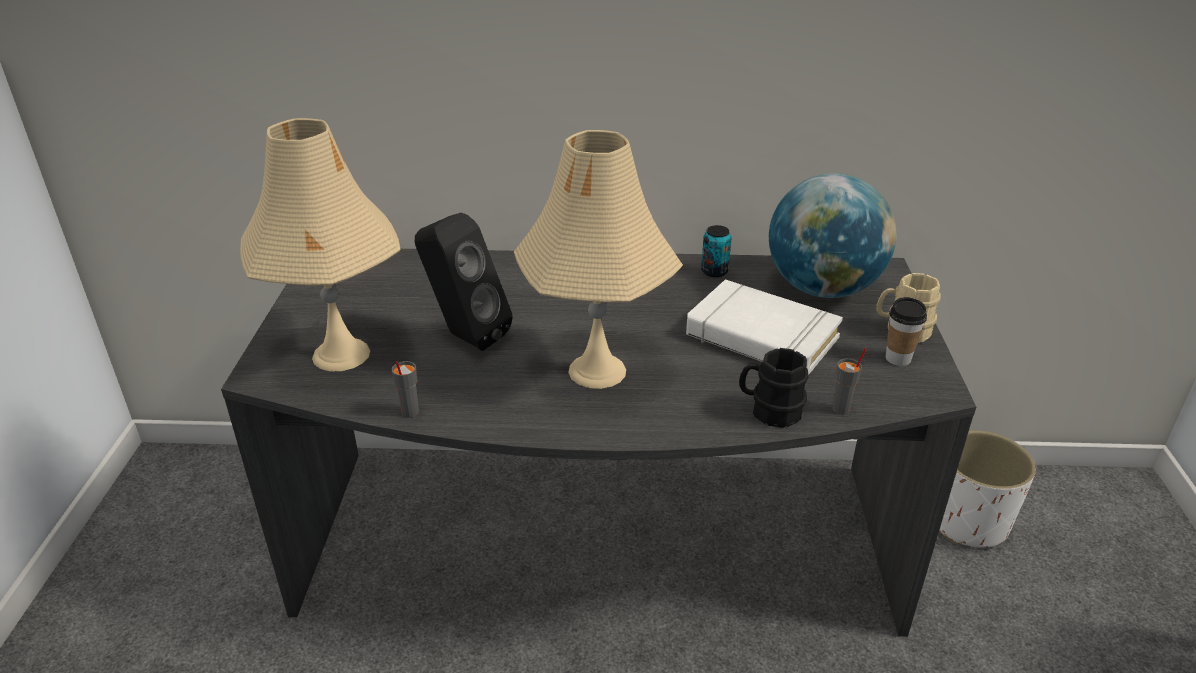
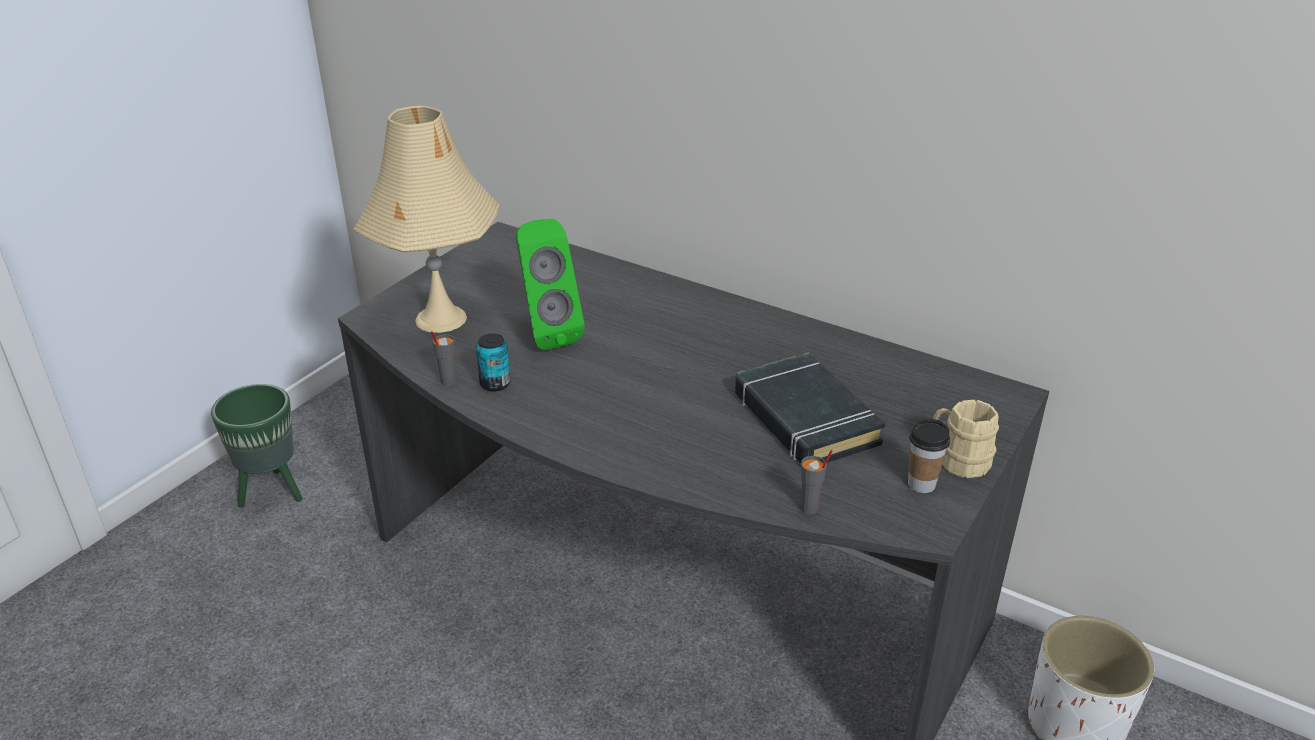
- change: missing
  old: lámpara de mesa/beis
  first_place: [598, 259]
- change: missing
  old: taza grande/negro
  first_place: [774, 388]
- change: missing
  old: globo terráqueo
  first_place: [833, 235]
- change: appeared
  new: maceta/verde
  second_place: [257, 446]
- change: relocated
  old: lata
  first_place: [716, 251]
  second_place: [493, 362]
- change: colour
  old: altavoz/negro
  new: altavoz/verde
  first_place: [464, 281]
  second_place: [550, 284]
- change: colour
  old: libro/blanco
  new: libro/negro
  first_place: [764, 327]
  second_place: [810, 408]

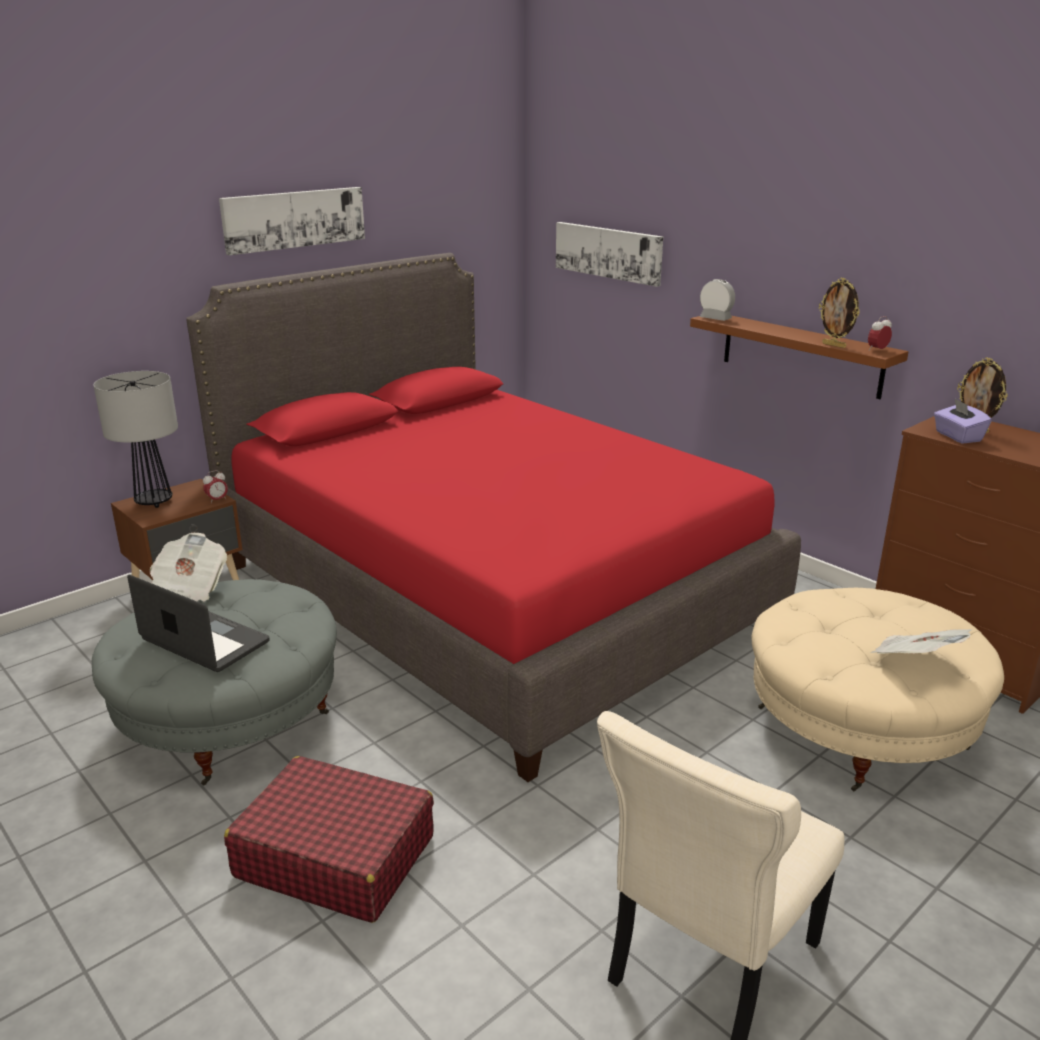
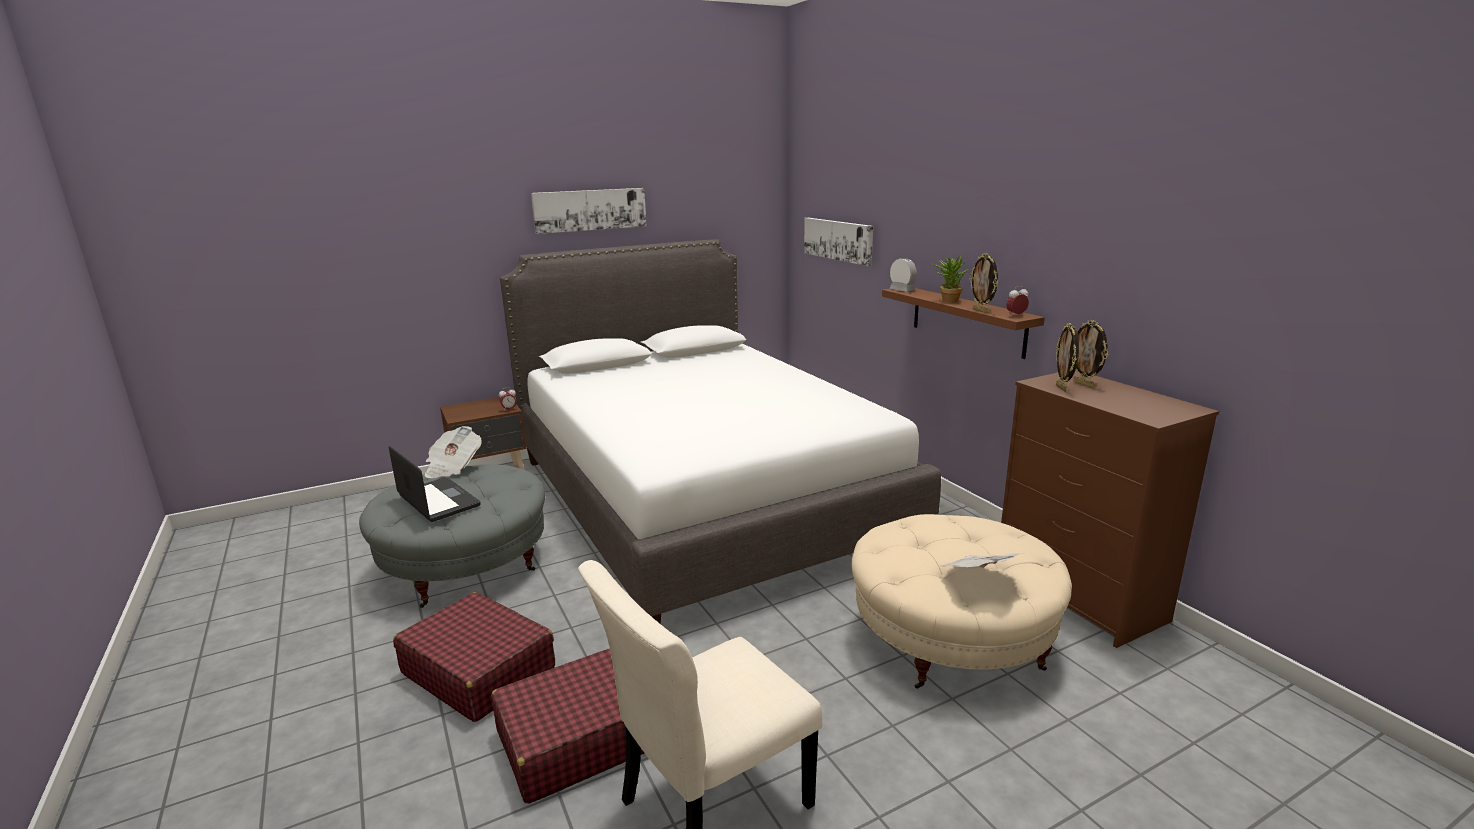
- change: missing
  old: lámpara de mesa
  first_place: [135, 439]
- change: appeared
  new: maleta/rojo
  second_place: [568, 726]
- change: appeared
  new: planta en maceta
  second_place: [950, 279]
- change: exchanged
  old: caja de pañuelos/morado
  new: portarretratos
  first_place: [963, 421]
  second_place: [1067, 357]
- change: colour
  old: cama/rojo
  new: cama/blanco
  first_place: [493, 517]
  second_place: [720, 431]

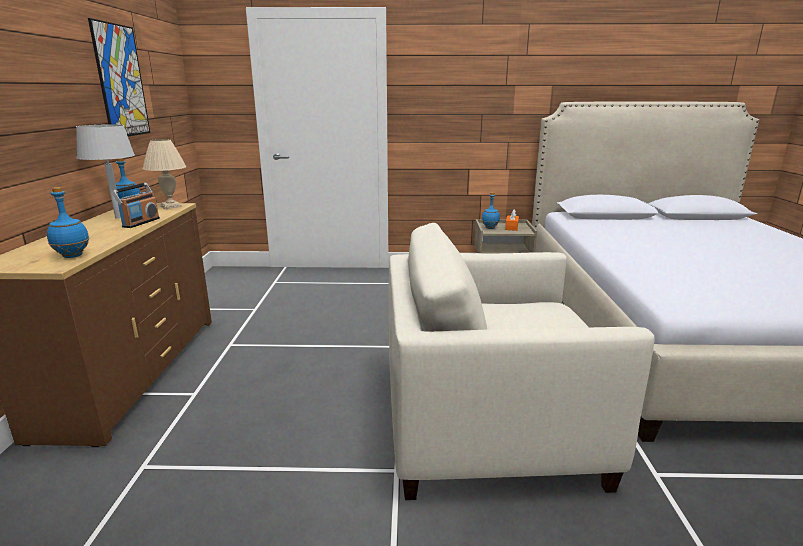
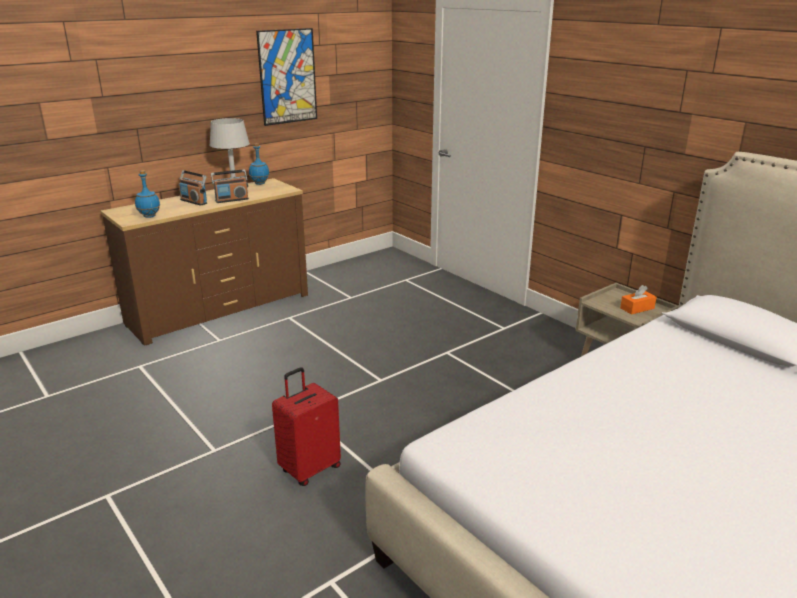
- change: missing
  old: lámpara de mesa/beis
  first_place: [165, 174]
- change: missing
  old: botella/azul
  first_place: [491, 210]
- change: appeared
  new: radio
  second_place: [193, 188]
- change: exchanged
  old: sillón/beis
  new: maleta/rojo
  first_place: [522, 361]
  second_place: [306, 426]

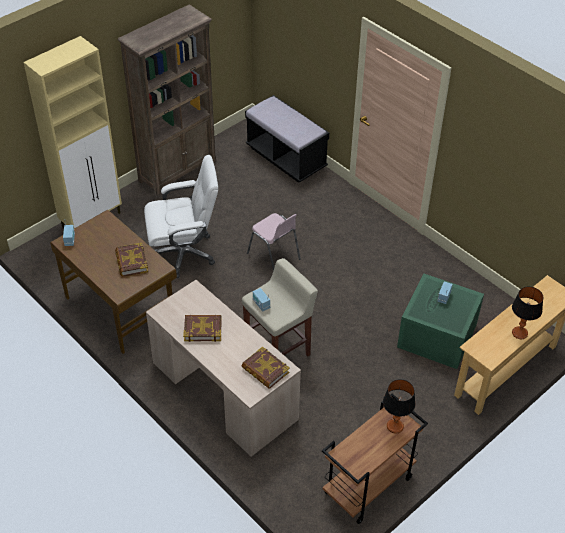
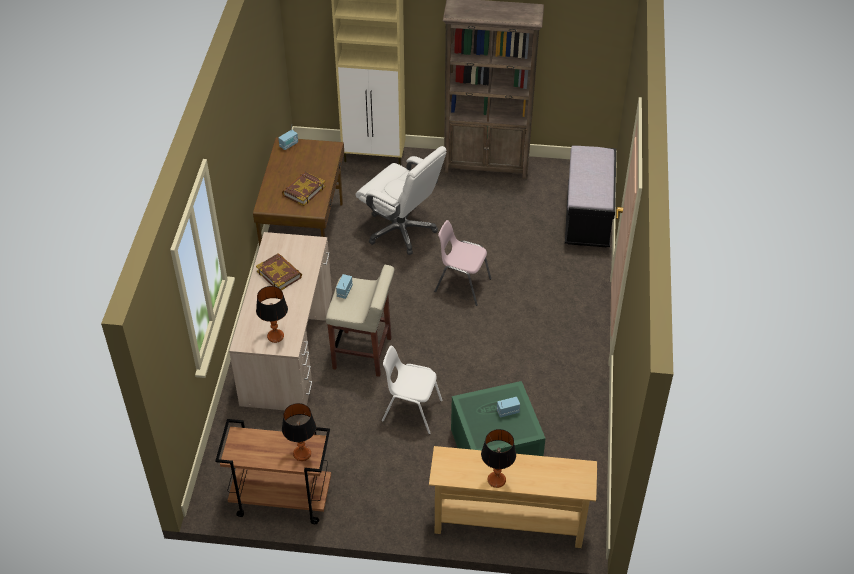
- change: appeared
  new: silla/blanco
  second_place: [412, 390]
- change: exchanged
  old: libro
  new: lámpara de mesa
  first_place: [266, 367]
  second_place: [272, 314]
- change: spun
  old: silla/rosa
  first_place: [274, 242]
  second_place: [462, 263]
  degrees: 105

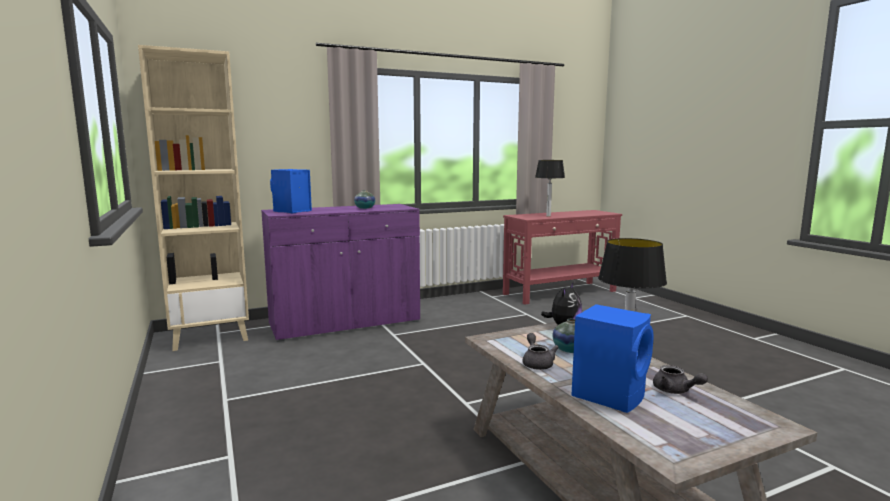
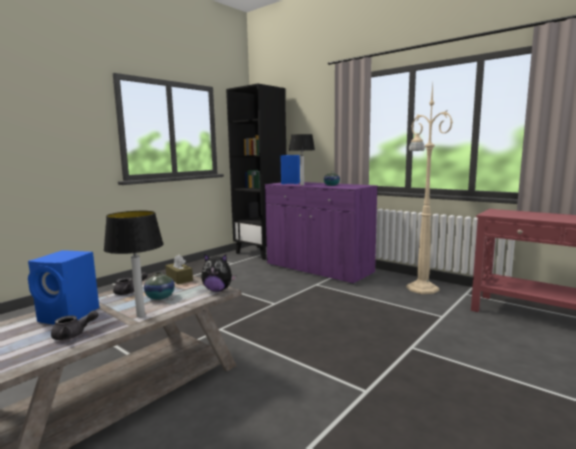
- change: appeared
  new: caja de pañuelos/marrón
  second_place: [179, 269]
- change: appeared
  new: lámpara de pie/beis
  second_place: [429, 189]
- change: relocated
  old: lámpara de mesa
  first_place: [550, 188]
  second_place: [302, 160]
- change: colour
  old: estantería/beis
  new: estantería/negro
  first_place: [193, 198]
  second_place: [256, 172]
- change: spun
  old: tetera/gris
  first_place: [680, 379]
  second_place: [74, 325]
  degrees: -135

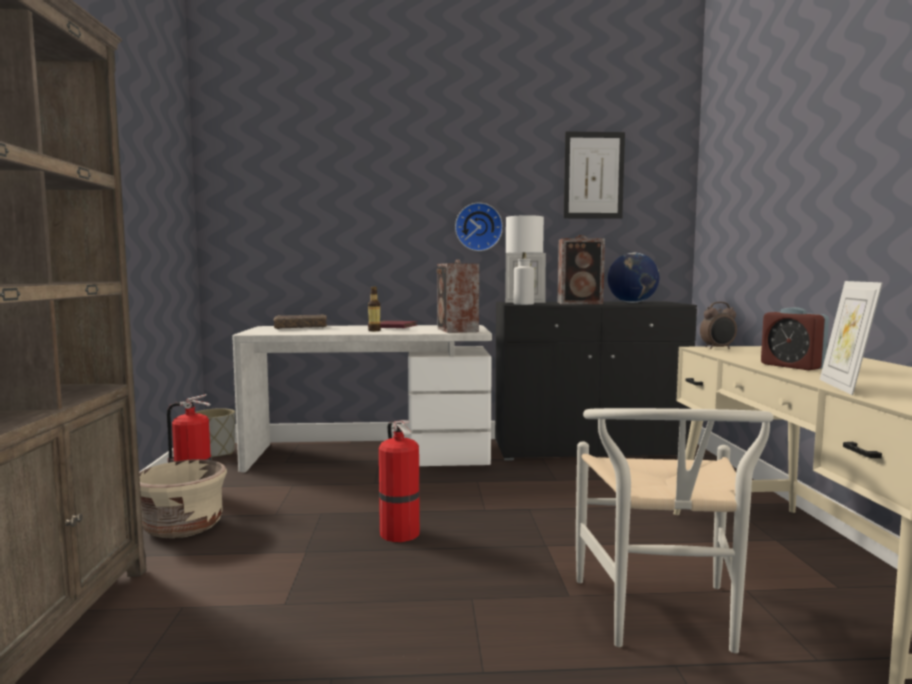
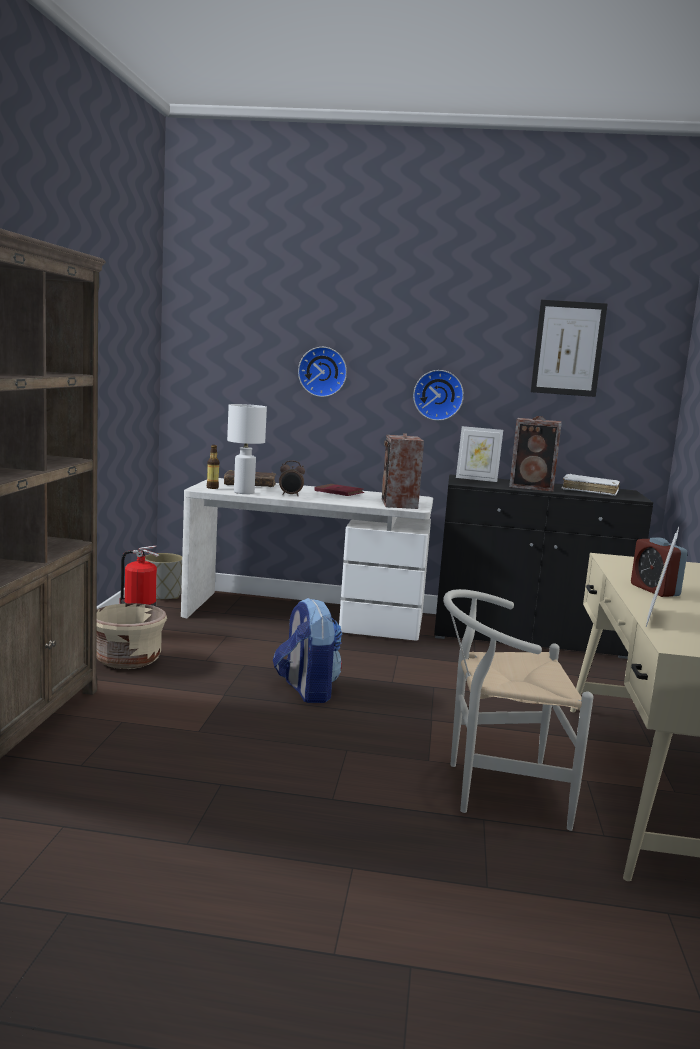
- change: appeared
  new: reloj de pared
  second_place: [322, 372]
- change: relocated
  old: botella
  first_place: [374, 308]
  second_place: [213, 467]
- change: relocated
  old: lámpara de mesa/blanco
  first_place: [525, 260]
  second_place: [247, 449]
- change: relocated
  old: despertador
  first_place: [718, 325]
  second_place: [292, 478]
- change: exchanged
  old: extintor
  new: mochila
  first_place: [399, 481]
  second_place: [307, 650]
- change: exchanged
  old: globo terráqueo
  new: libro/blanco
  first_place: [633, 278]
  second_place: [591, 485]
- change: spun
  old: silla/blanco
  first_place: [675, 530]
  second_place: [518, 710]
  degrees: 75

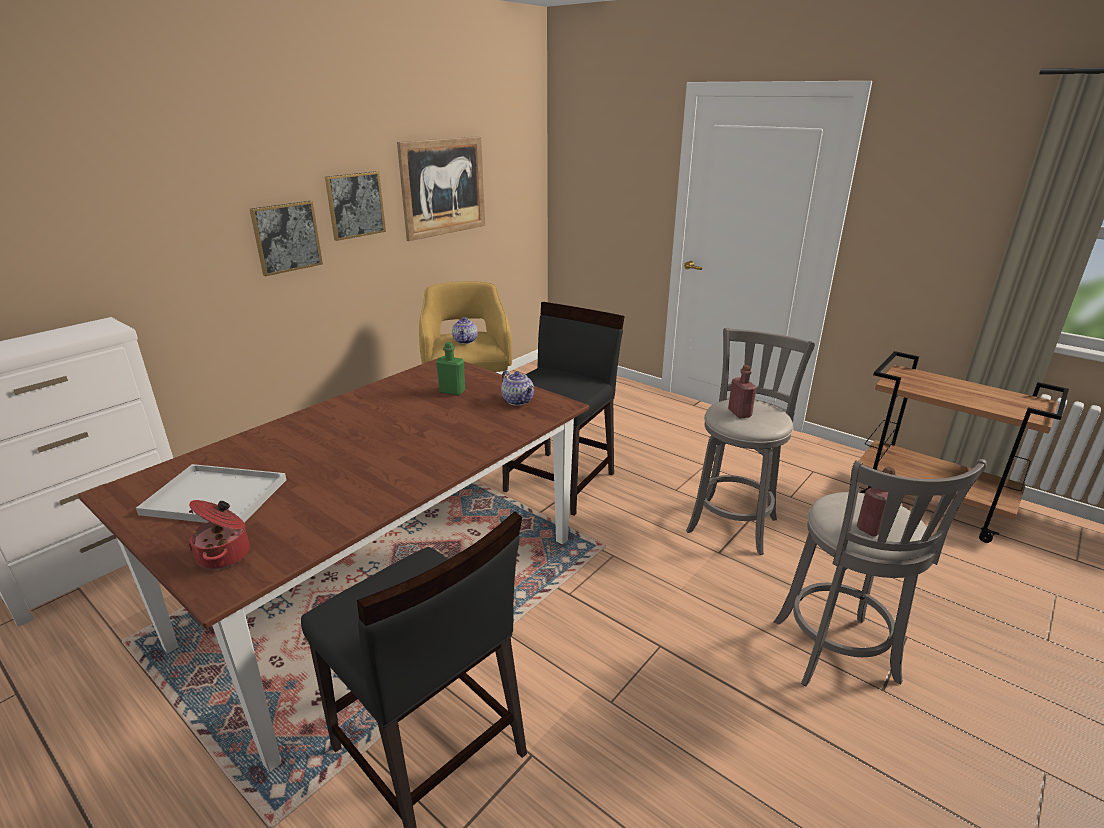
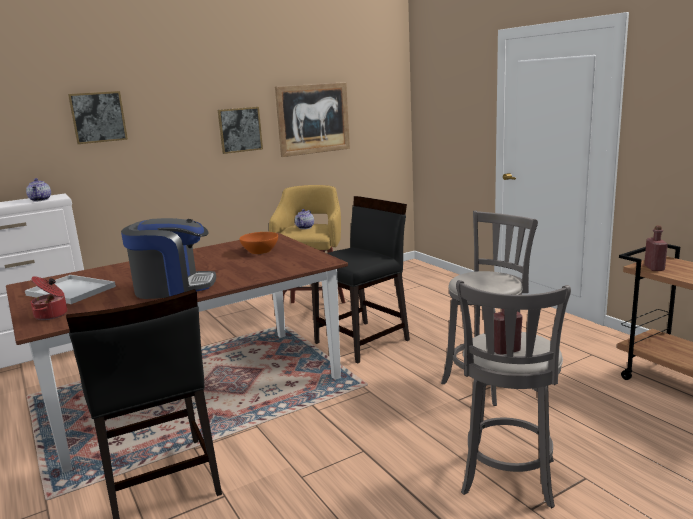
- change: appeared
  new: cafetera
  second_place: [168, 258]
- change: relocated
  old: cuadro
  first_place: [286, 238]
  second_place: [98, 117]
- change: relocated
  old: tetera
  first_place: [517, 388]
  second_place: [38, 190]
- change: relocated
  old: botella/rojo
  first_place: [742, 392]
  second_place: [656, 248]
- change: exchanged
  old: botella/verde
  new: cuenco/naranja
  first_place: [450, 368]
  second_place: [258, 243]

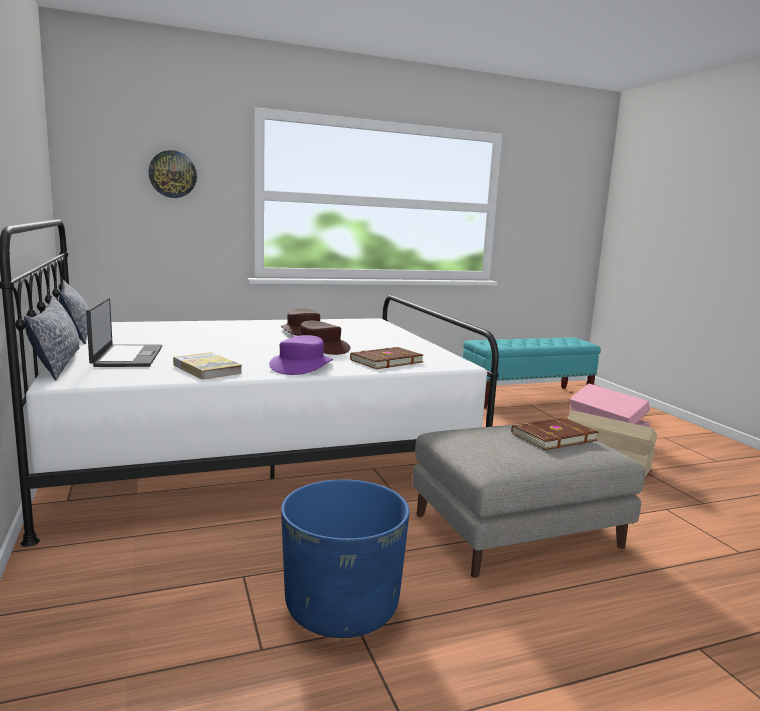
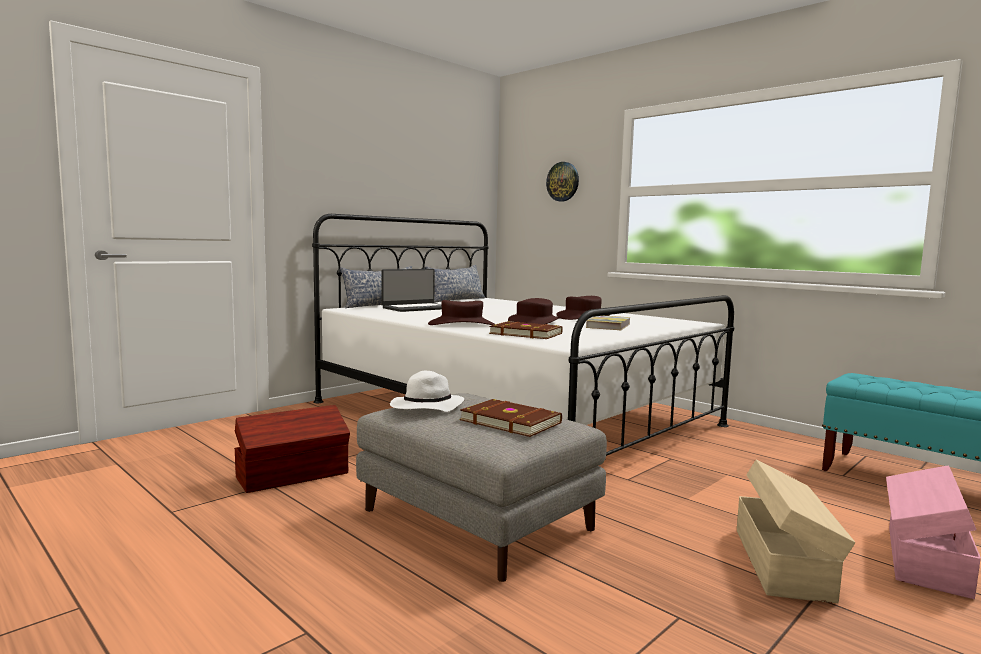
- change: appeared
  new: sombrero/blanco
  second_place: [427, 391]
- change: relocated
  old: libro
  first_place: [207, 366]
  second_place: [608, 323]
- change: exchanged
  old: maceta/azul
  new: caja de almacenaje/marrón
  first_place: [345, 558]
  second_place: [292, 449]
- change: colour
  old: sombrero/morado
  new: sombrero/marrón
  first_place: [301, 355]
  second_place: [461, 312]

